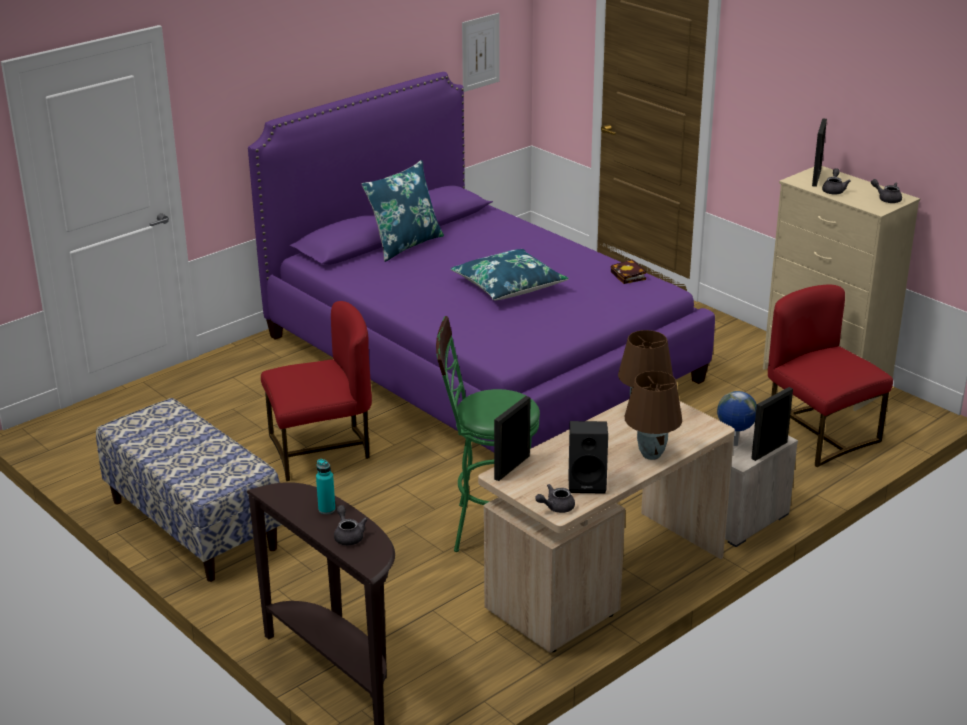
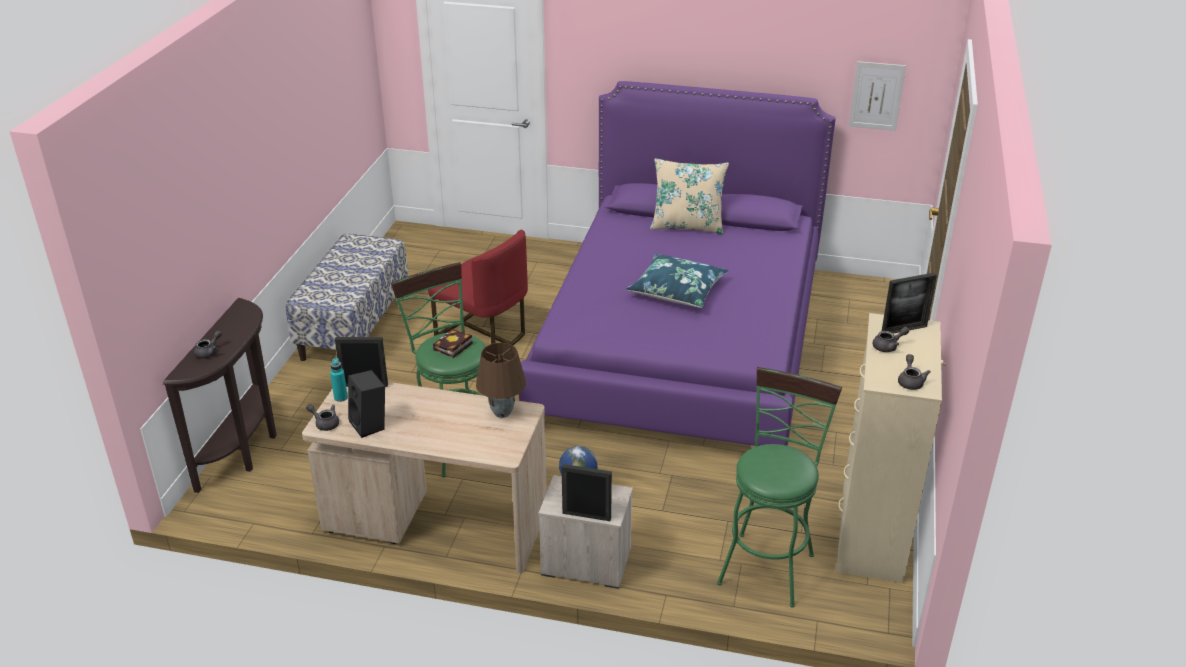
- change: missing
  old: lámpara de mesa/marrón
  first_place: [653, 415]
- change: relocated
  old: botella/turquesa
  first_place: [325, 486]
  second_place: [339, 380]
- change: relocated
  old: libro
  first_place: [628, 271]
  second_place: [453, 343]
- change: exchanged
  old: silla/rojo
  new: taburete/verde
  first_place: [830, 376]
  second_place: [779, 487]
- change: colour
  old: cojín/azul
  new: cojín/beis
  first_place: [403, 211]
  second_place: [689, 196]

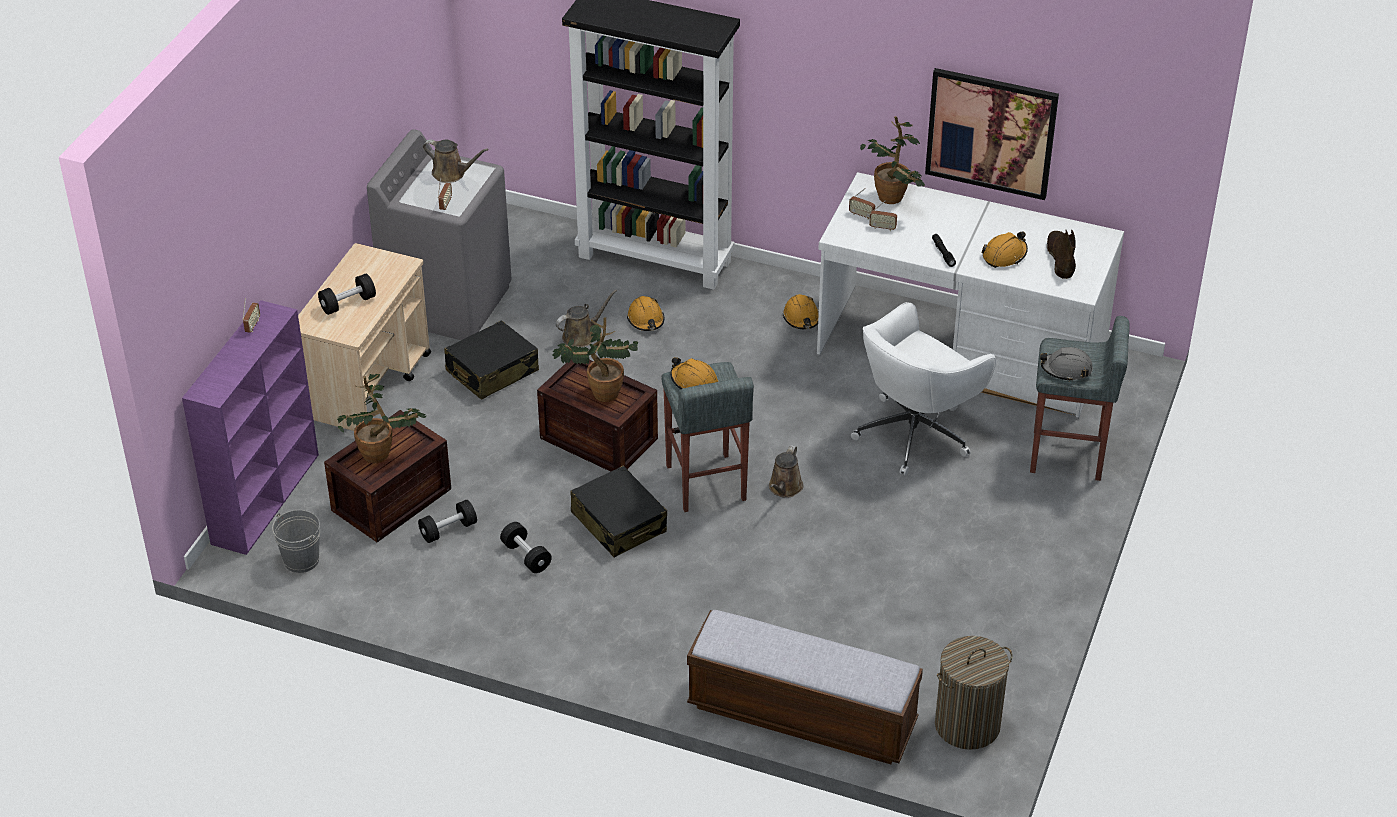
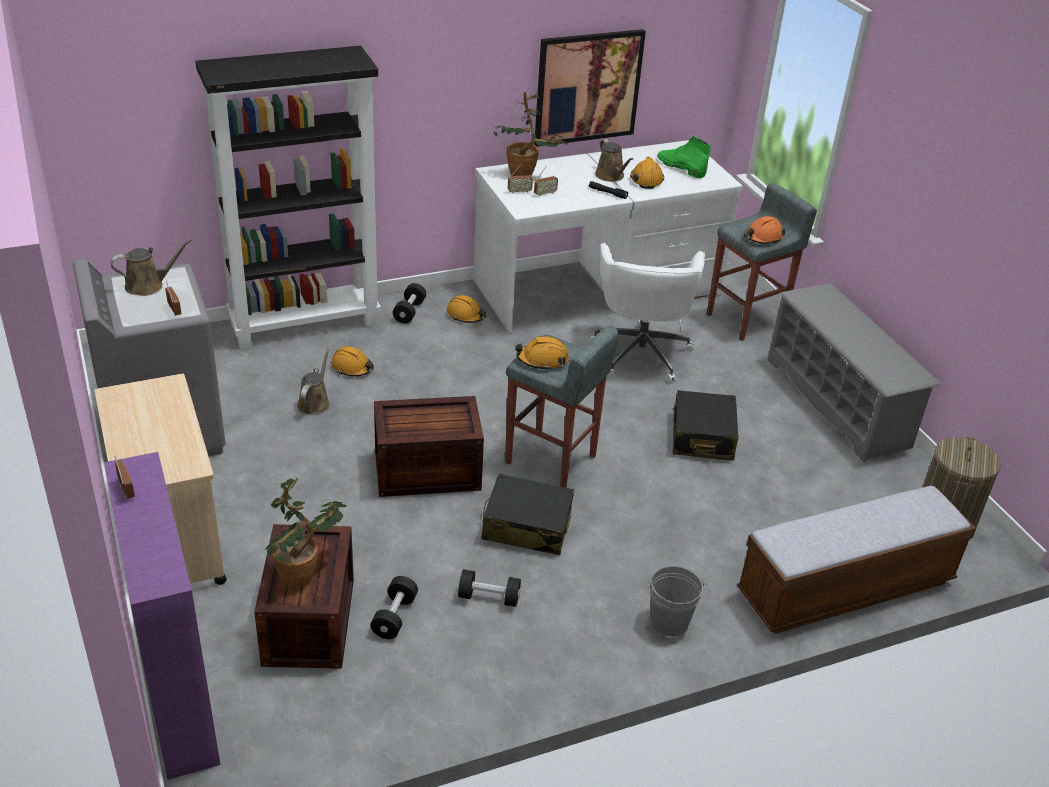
- change: missing
  old: planta en maceta
  first_place: [595, 359]
- change: appeared
  new: zapatero/gris
  second_place: [854, 372]
- change: relocated
  old: cubo/gris
  first_place: [296, 541]
  second_place: [677, 601]
- change: relocated
  old: mancuerna/negro
  first_place: [347, 294]
  second_place: [409, 303]
- change: relocated
  old: maleta/negro
  first_place: [491, 360]
  second_place: [705, 425]
- change: relocated
  old: regadera/marrón
  first_place: [786, 471]
  second_place: [614, 160]
- change: colour
  old: casco/gris
  new: casco/naranja
  first_place: [1066, 364]
  second_place: [764, 230]
- change: colour
  old: bota/marrón
  new: bota/verde
  first_place: [1061, 254]
  second_place: [684, 157]

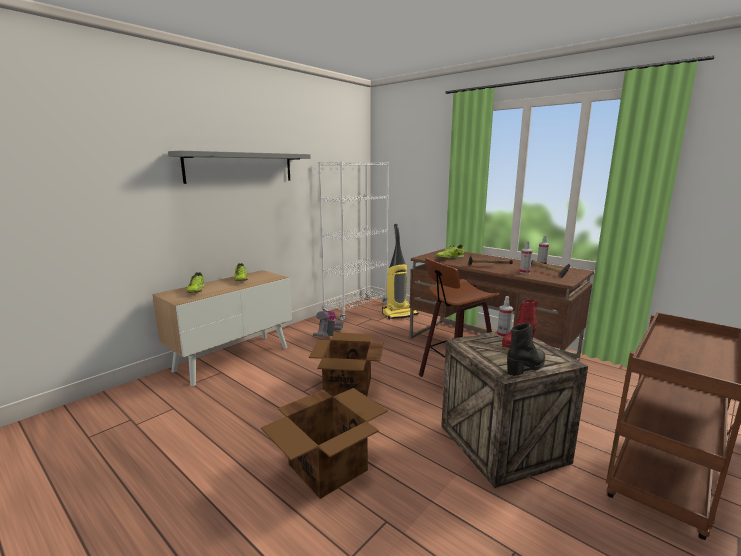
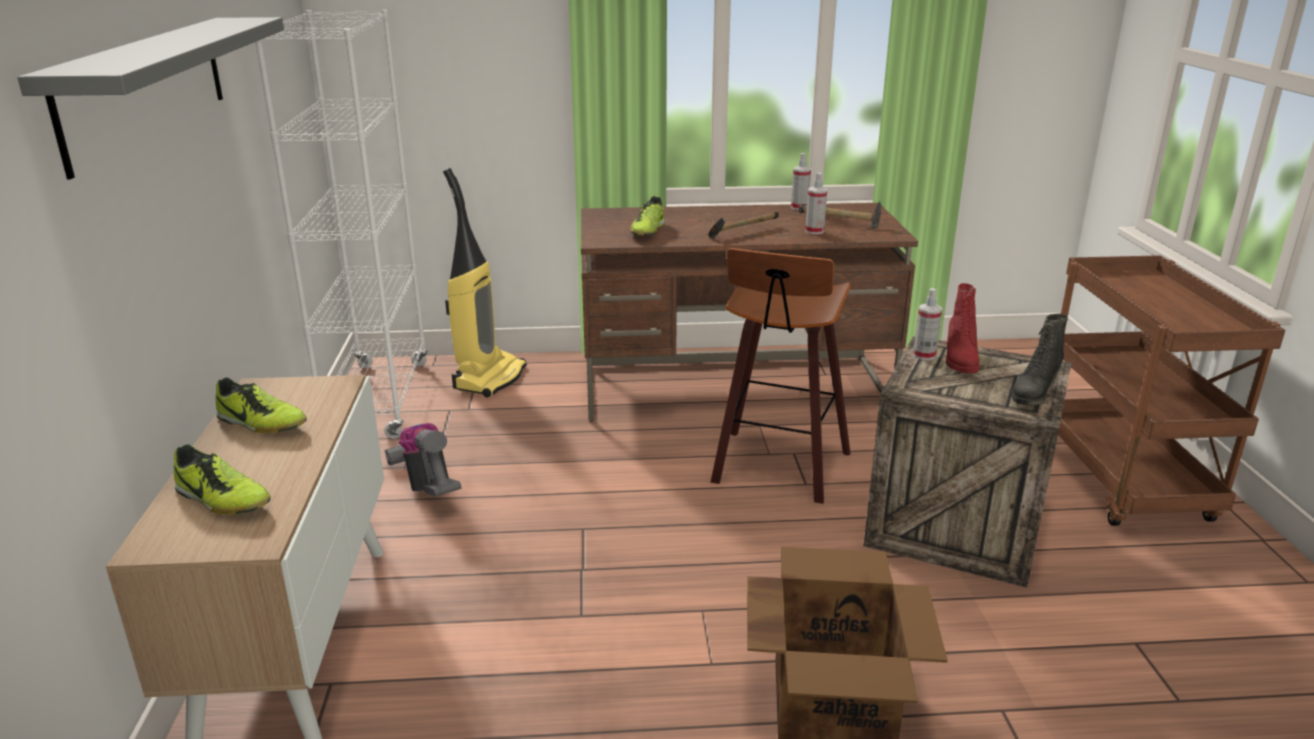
- change: missing
  old: caja de cartón
  first_place: [346, 364]
- change: spun
  old: bota/negro
  first_place: [526, 349]
  second_place: [1040, 359]
  degrees: -150

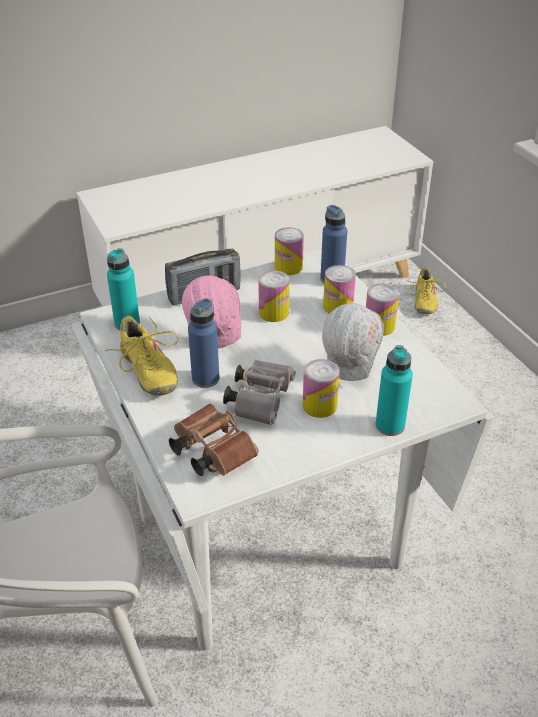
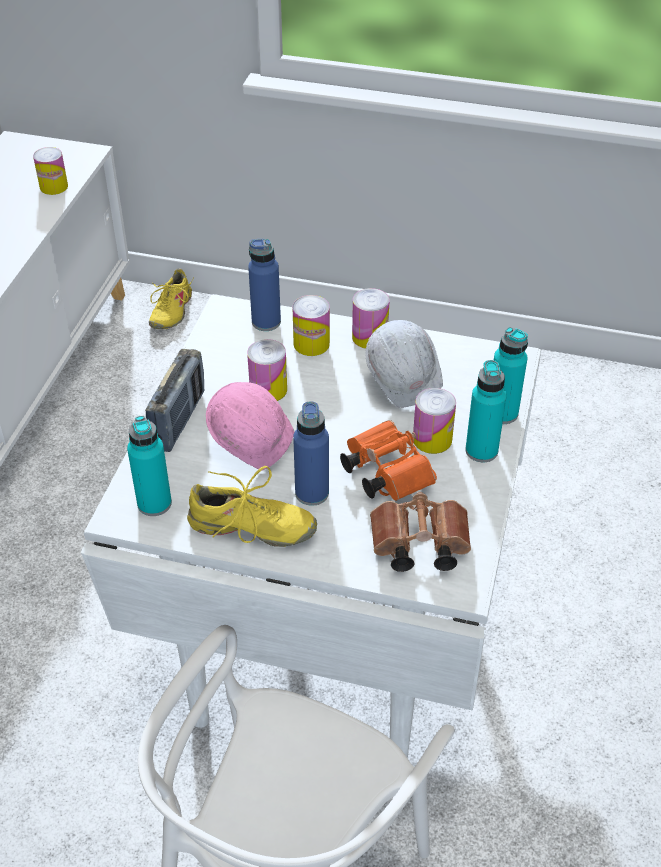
- change: appeared
  new: botella/turquesa
  second_place: [486, 411]
- change: relocated
  old: lata
  first_place: [289, 251]
  second_place: [50, 171]
- change: colour
  old: prismáticos/gris
  new: prismáticos/naranja
  first_place: [259, 392]
  second_place: [388, 460]
- change: spun
  old: zapato/amarillo
  first_place: [427, 290]
  second_place: [171, 298]
  degrees: 60

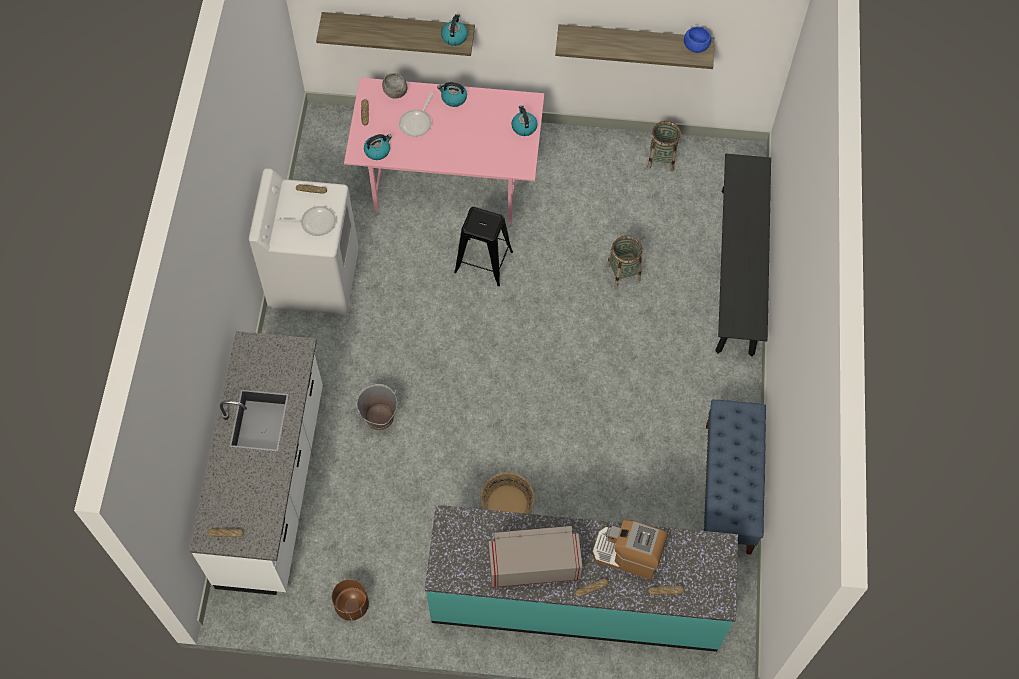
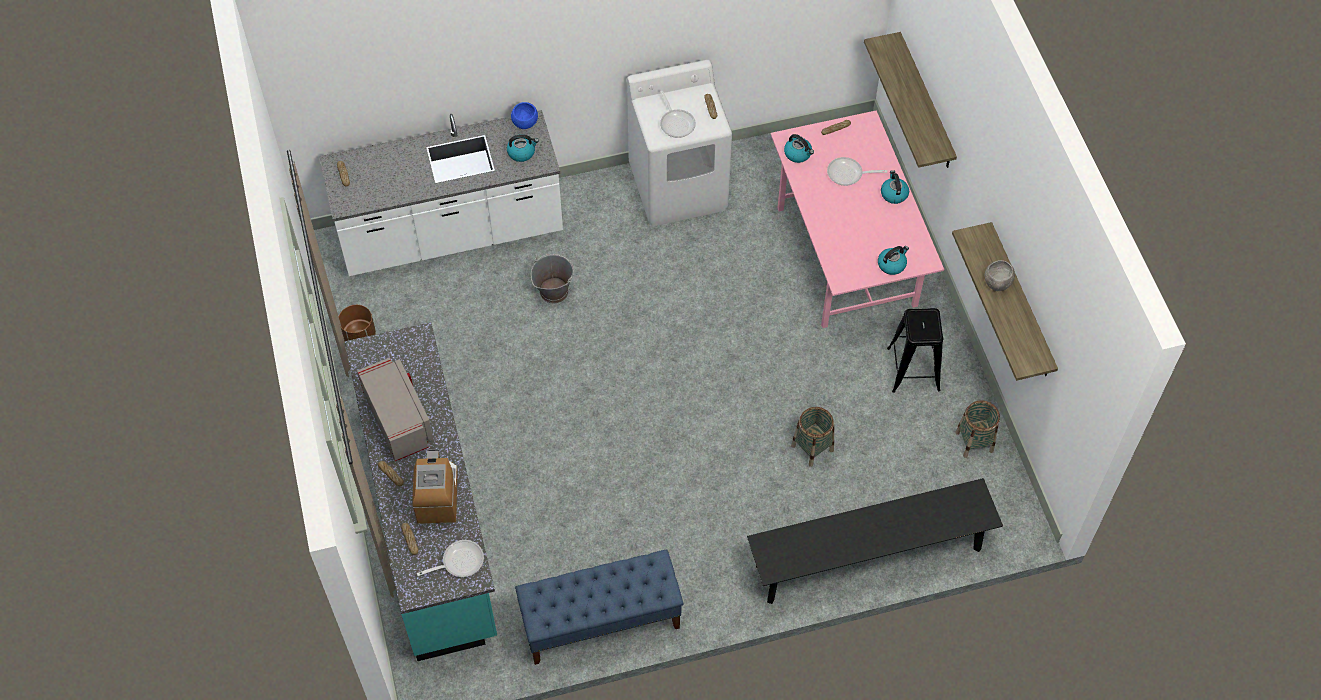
- change: missing
  old: cesta
  first_place: [507, 493]
- change: appeared
  new: sartén
  second_place: [450, 558]
- change: relocated
  old: cuenco/gris
  first_place: [394, 85]
  second_place: [999, 275]
- change: relocated
  old: hervidor
  first_place: [454, 30]
  second_place: [523, 148]
- change: relocated
  old: taburete/negro
  first_place: [483, 246]
  second_place: [915, 350]
- change: relocated
  old: cuenco/azul
  first_place: [697, 39]
  second_place: [524, 115]

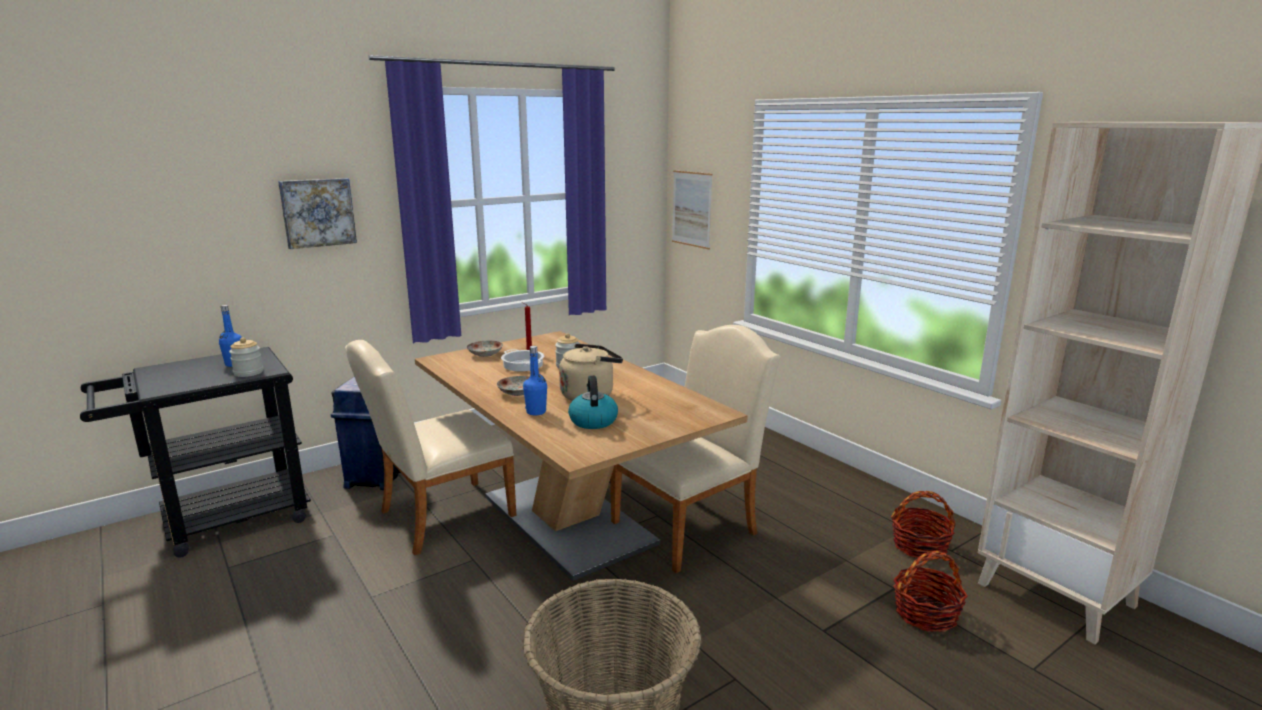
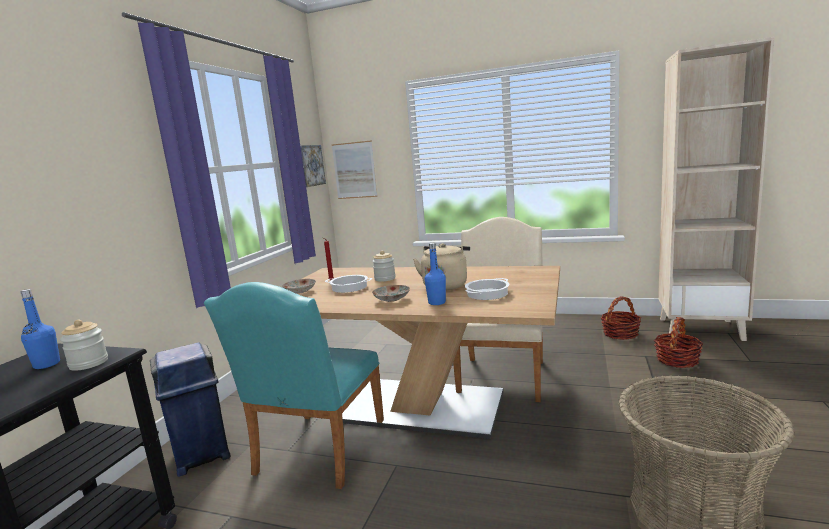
- change: relocated
  old: cuadro
  first_place: [317, 213]
  second_place: [313, 166]
- change: exchanged
  old: hervidor
  new: olla
  first_place: [593, 402]
  second_place: [487, 289]
- change: colour
  old: silla/beis
  new: silla/turquesa
  first_place: [430, 448]
  second_place: [294, 385]

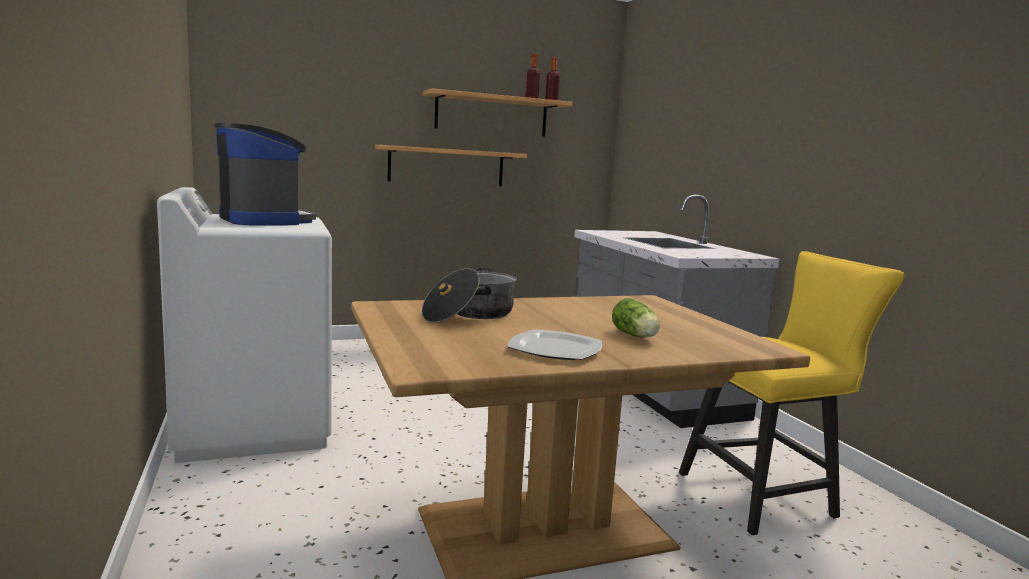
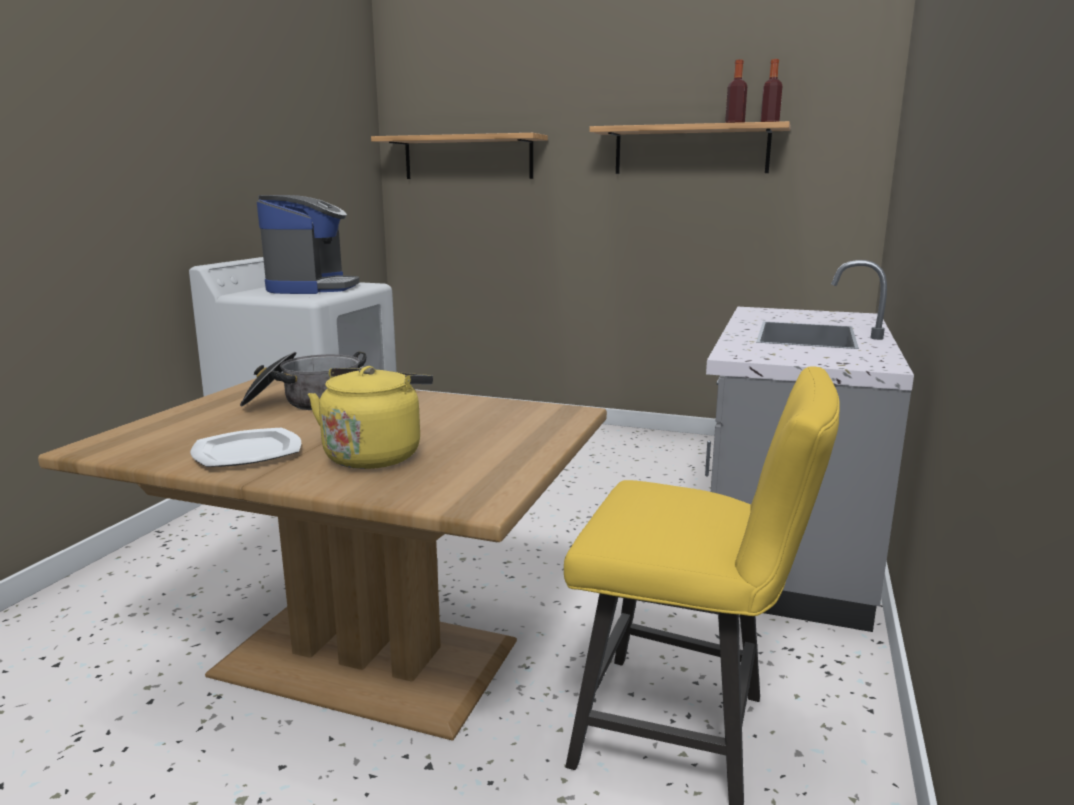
- change: relocated
  old: estante
  first_place: [451, 165]
  second_place: [459, 156]
- change: exchanged
  old: lechuga
  new: hervidor/amarillo
  first_place: [636, 318]
  second_place: [370, 417]

